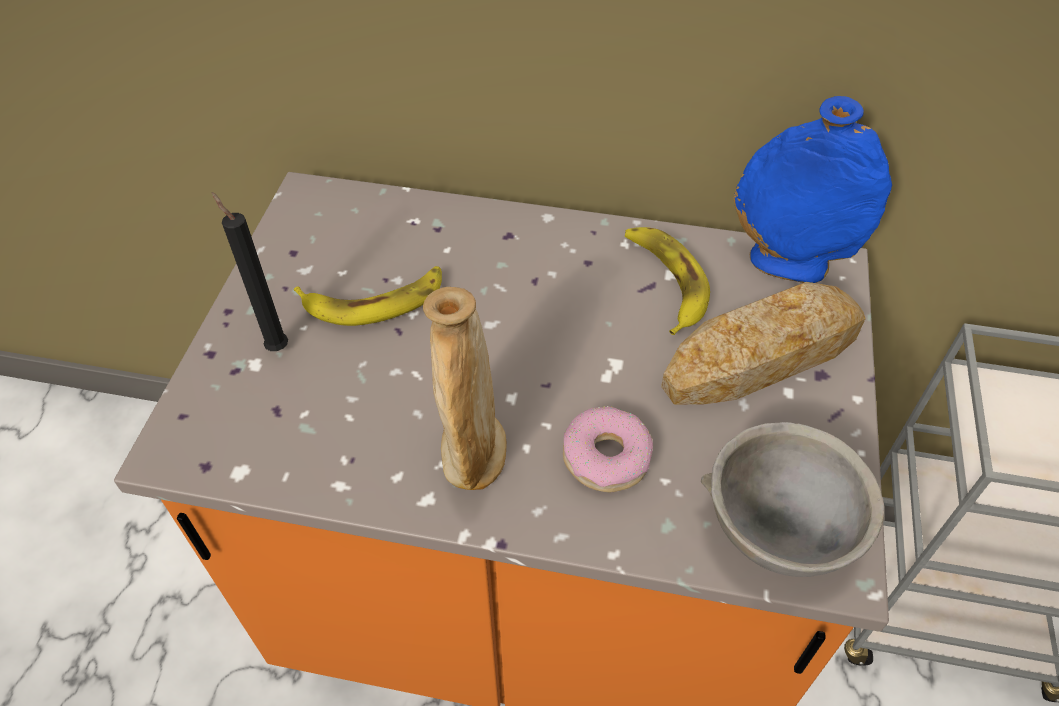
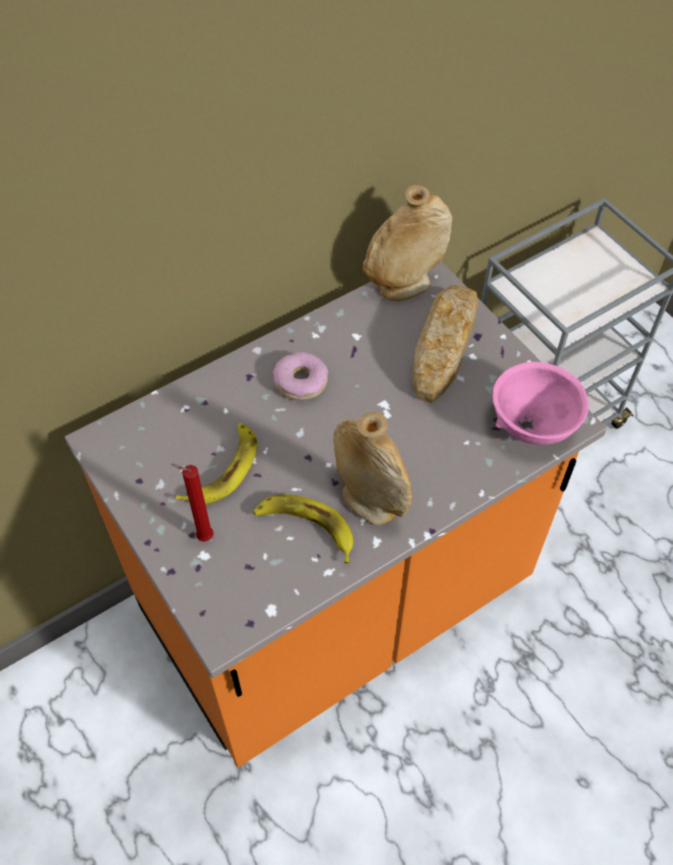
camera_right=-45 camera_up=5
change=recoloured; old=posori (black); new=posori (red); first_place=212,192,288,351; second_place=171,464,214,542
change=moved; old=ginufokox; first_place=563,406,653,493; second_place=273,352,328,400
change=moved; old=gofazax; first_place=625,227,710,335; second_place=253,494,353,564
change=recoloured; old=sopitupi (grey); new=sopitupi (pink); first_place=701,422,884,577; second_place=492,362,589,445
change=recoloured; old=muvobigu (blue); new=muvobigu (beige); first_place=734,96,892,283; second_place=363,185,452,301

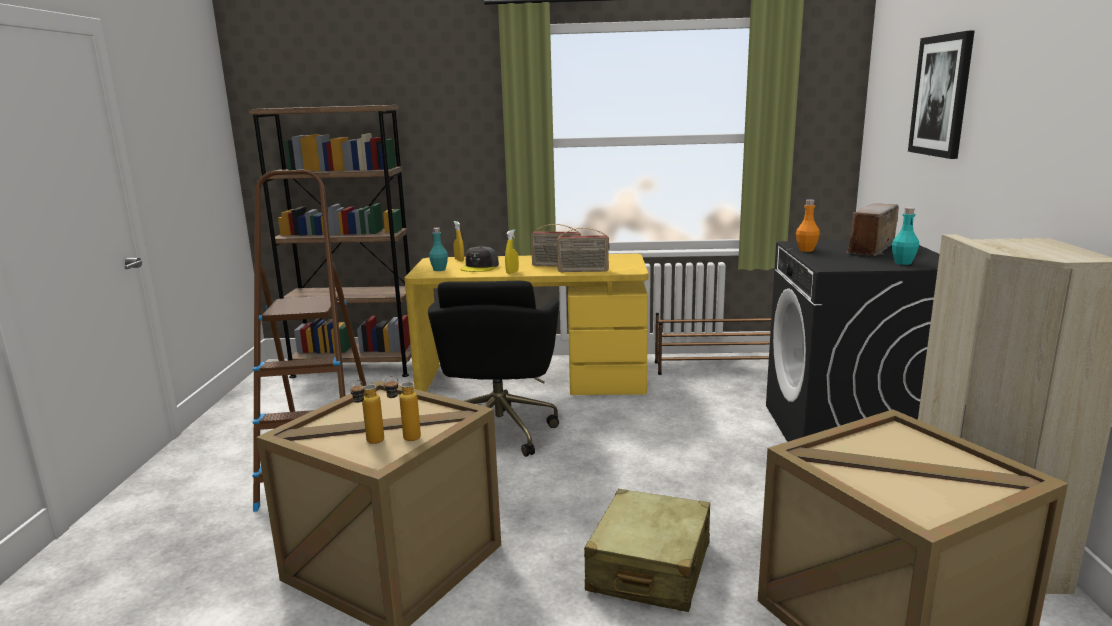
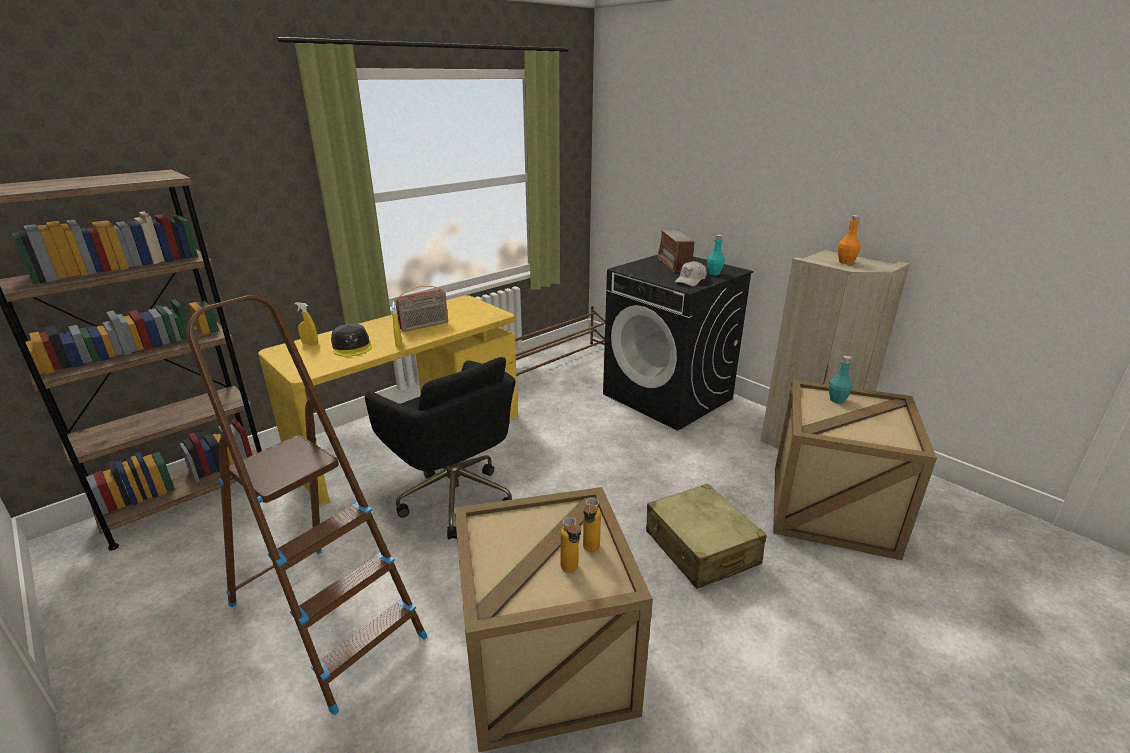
camera_right=-45 camera_up=10
change=moved; old=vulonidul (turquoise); first_place=429,228,448,271; second_place=829,356,852,403
change=removed; old=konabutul; first_place=557,228,609,272
change=moved; old=vulonidul (orange); first_place=796,199,820,252; second_place=838,215,861,264
change=removed; old=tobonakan; first_place=908,30,975,159
change=added; new=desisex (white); second_place=675,261,707,286

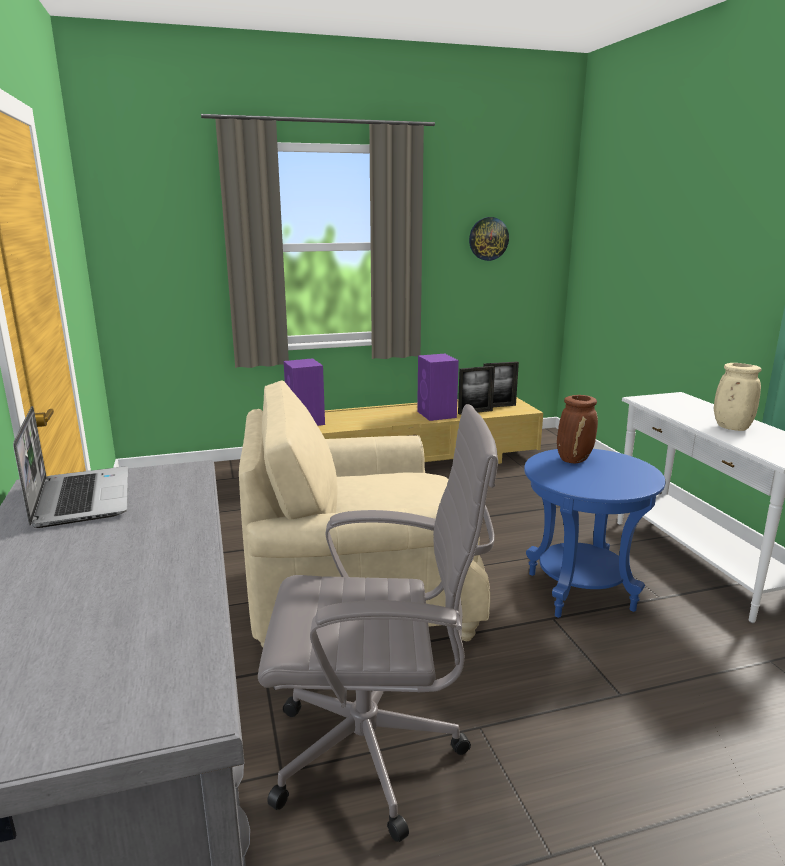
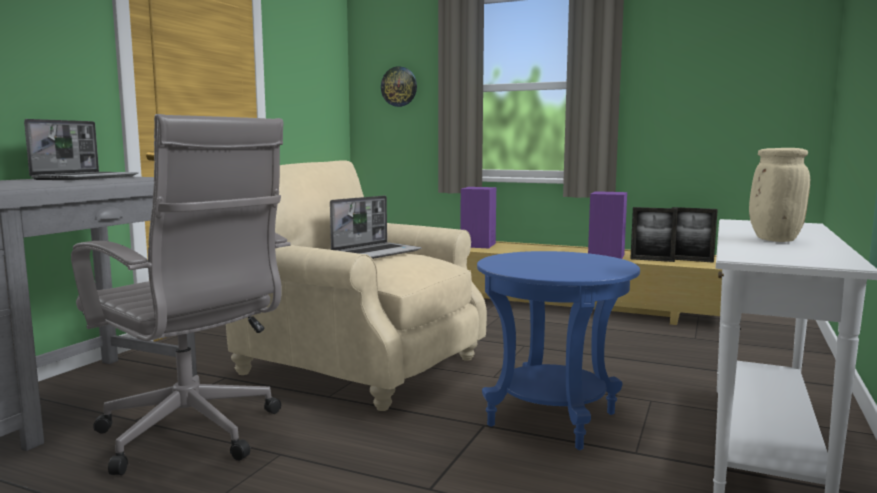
camera_right=40 camera_up=-10
change=moved; old=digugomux; first_place=469,217,509,261; second_place=381,66,417,107
change=removed; old=muvobigu (brown); first_place=557,395,598,463
change=added; new=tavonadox; second_place=330,195,422,259

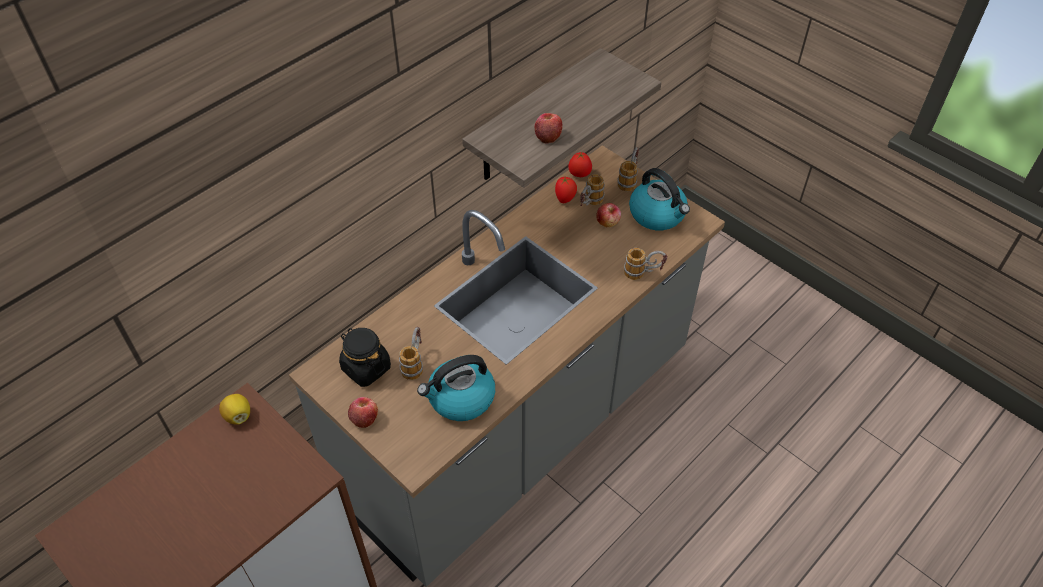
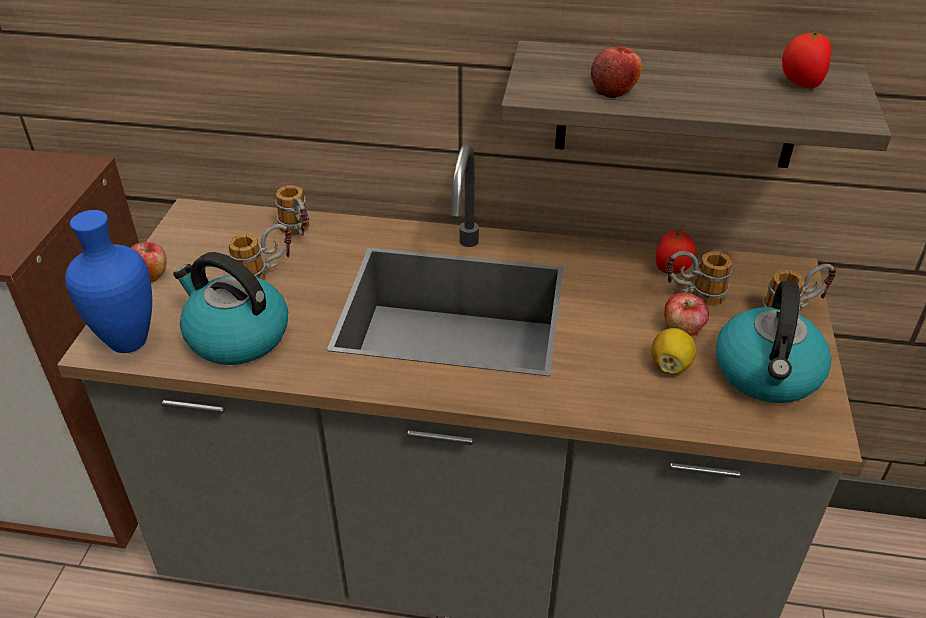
camera_right=55 camera_up=-10
change=moved; old=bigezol; first_place=219,394,250,425; second_place=651,328,696,374
change=removed; old=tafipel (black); first_place=339,328,391,387
change=moved; old=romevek; first_place=568,152,592,177; second_place=782,31,831,88
change=moved; old=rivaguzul; first_place=624,248,667,280; second_place=276,185,309,236
change=added; new=muvobigu (blue); second_place=65,210,152,353

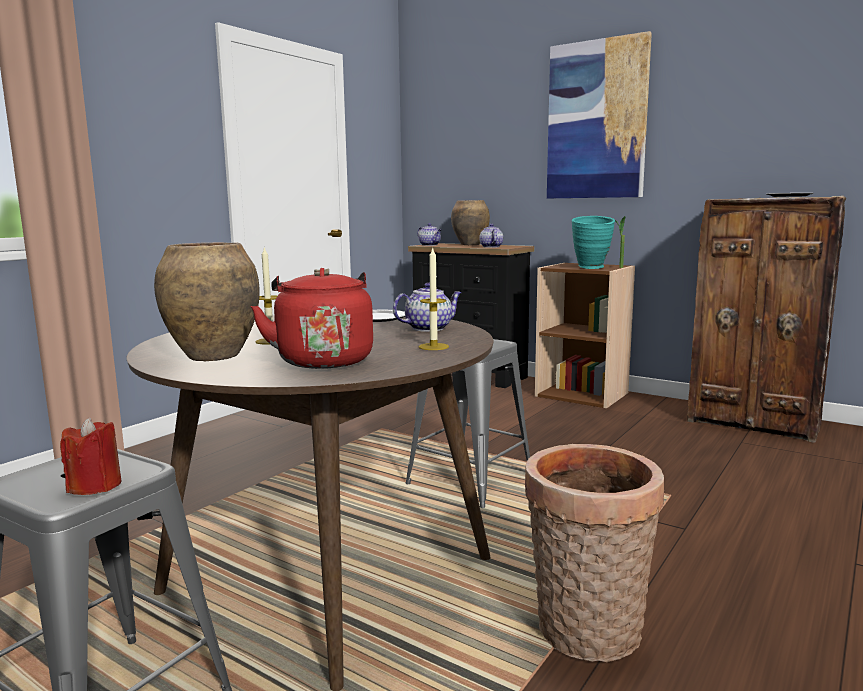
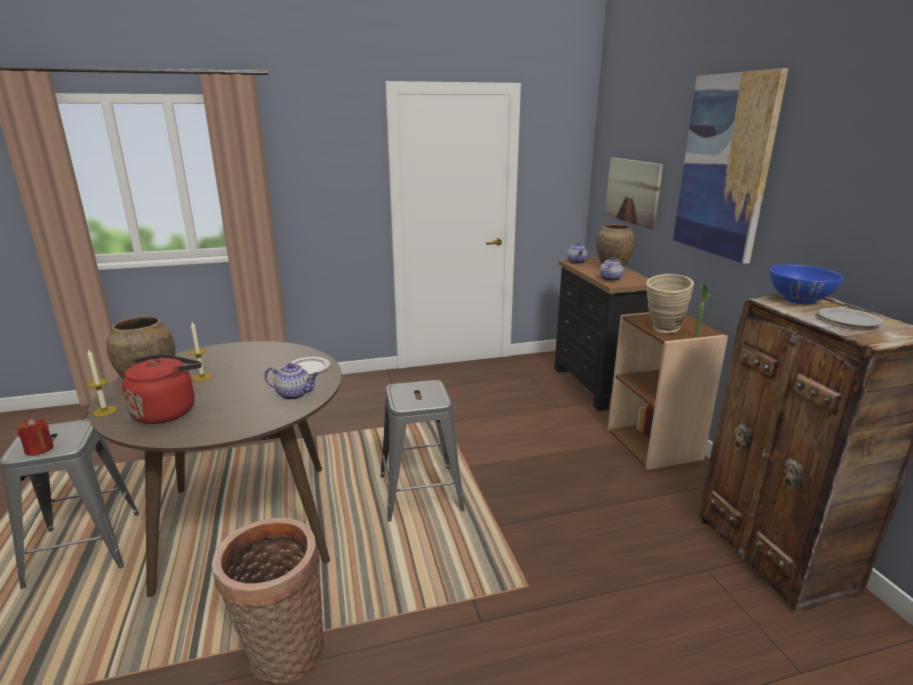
camera_right=40 camera_up=10
change=moved; old=posori; first_place=418,247,449,350; second_place=87,349,117,417
change=recoloured; old=muvobigu (turquoise); new=muvobigu (beige); first_place=572,216,615,269; second_place=646,274,694,333
change=added; new=tobonakan; second_place=605,157,663,230
change=added; new=sopitupi (blue); second_place=769,265,844,304

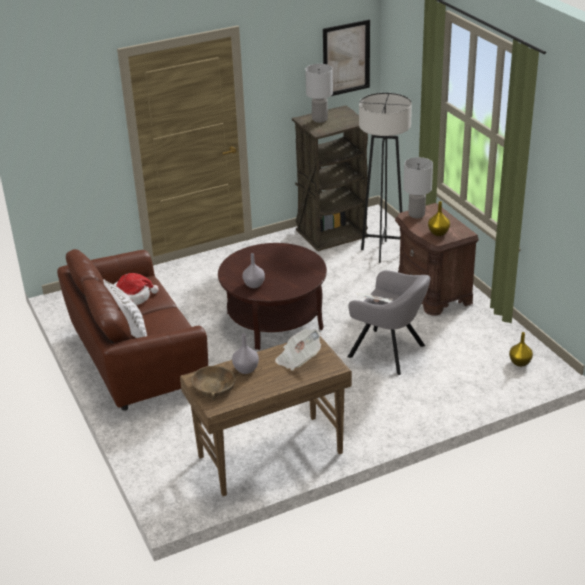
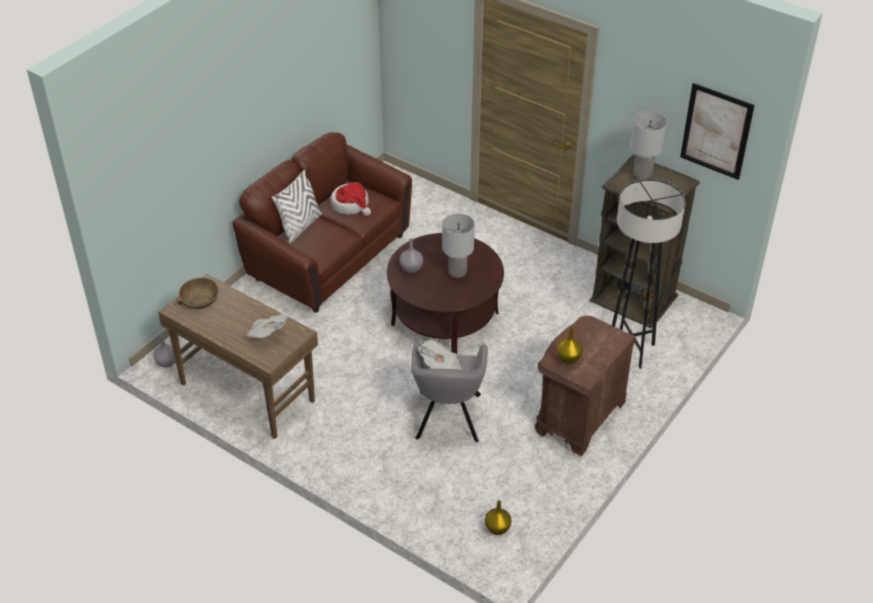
camera_right=60 camera_up=10
change=moved; old=muvobigu (grey); first_place=232,333,259,374; second_place=153,335,176,368
change=moved; old=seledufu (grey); first_place=404,157,433,218; second_place=442,213,475,278

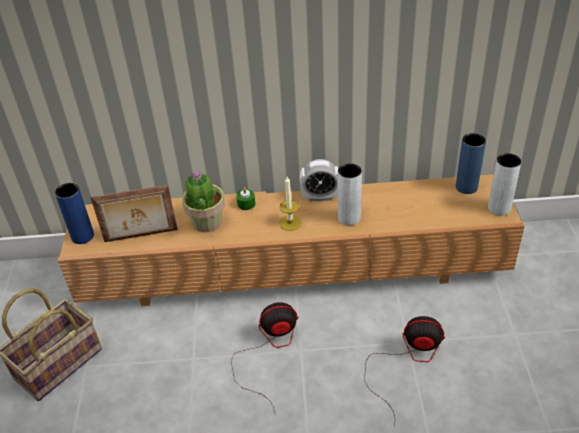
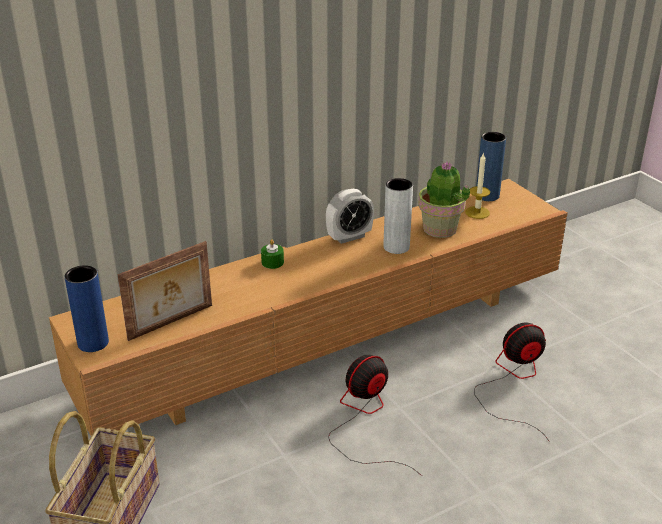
camera_right=-30 camera_up=-10
change=moved; old=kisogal; first_place=182,171,225,232; second_place=418,162,470,238
change=moved; old=posori; first_place=279,177,302,231; second_place=465,152,490,219
change=removed; old=muvobigu (grey); first_place=488,153,521,216

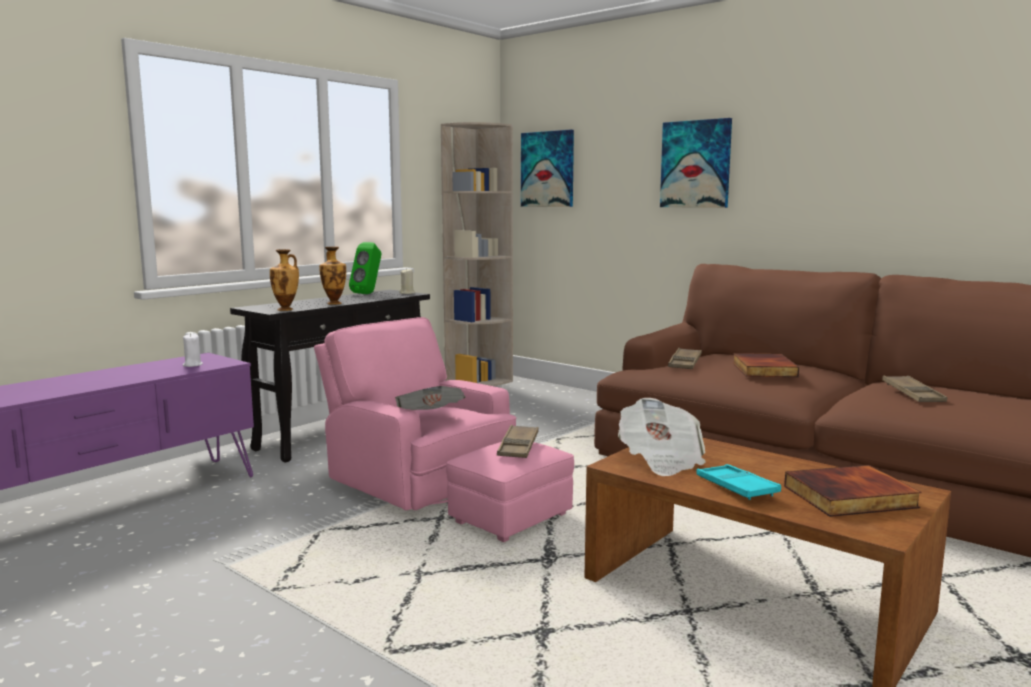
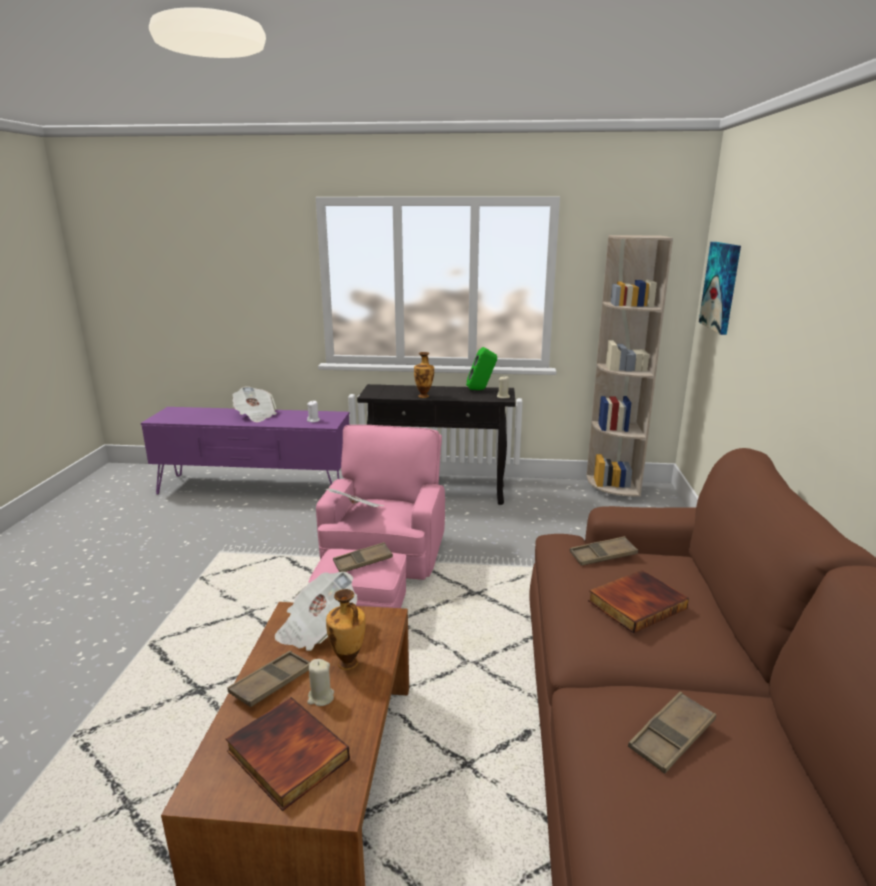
camera_right=55 camera_up=10
change=moved; old=muvobigu; first_place=270,249,299,311; second_place=326,589,366,670
change=removed; old=tobonakan; first_place=660,118,732,208
change=recoloured; old=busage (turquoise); new=busage (brown); first_place=696,464,781,500; second_place=227,651,310,707
change=added; new=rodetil; second_place=232,386,277,422
change=added; new=posori (beige); second_place=307,659,334,706

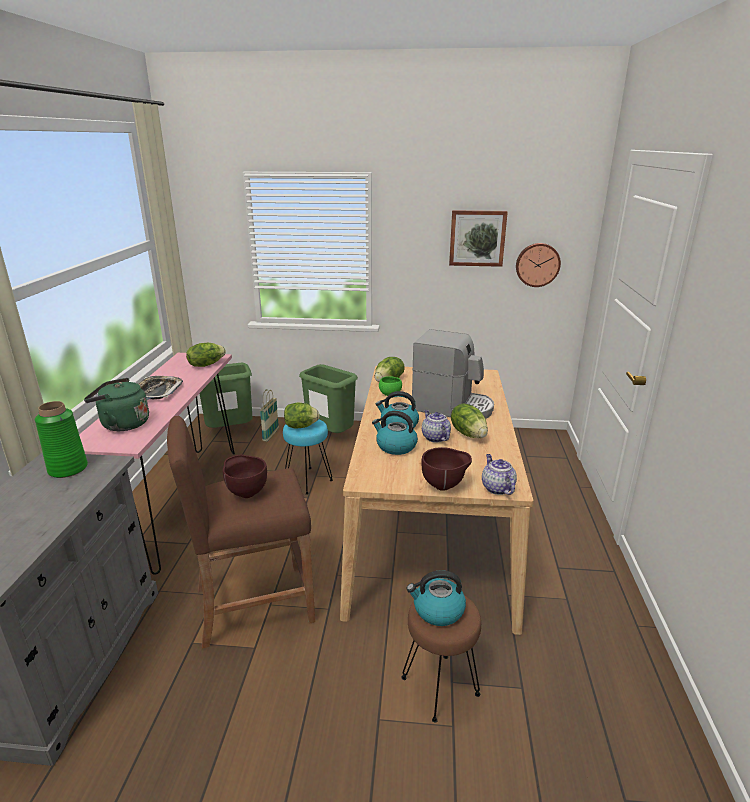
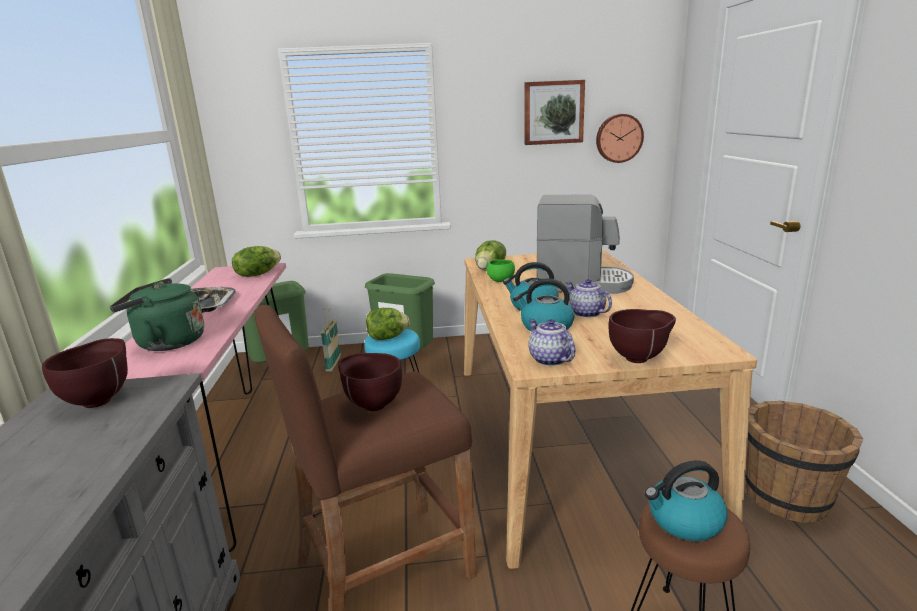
camera_right=-10 camera_up=-5
change=replaced; old=muvobigu (green); new=sopitupi (brown); first_place=35,401,88,478; second_place=42,338,128,408
change=removed; old=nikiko; first_place=451,403,488,438
change=moved; old=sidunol; first_place=482,454,517,495; second_place=528,319,575,366
change=added; new=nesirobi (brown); second_place=745,401,863,523

